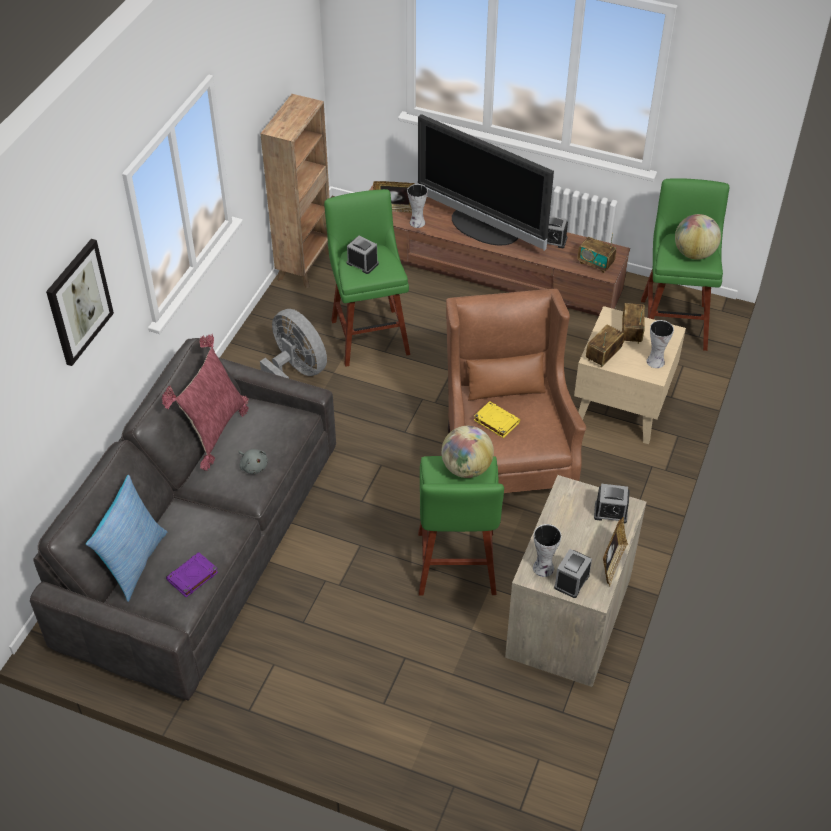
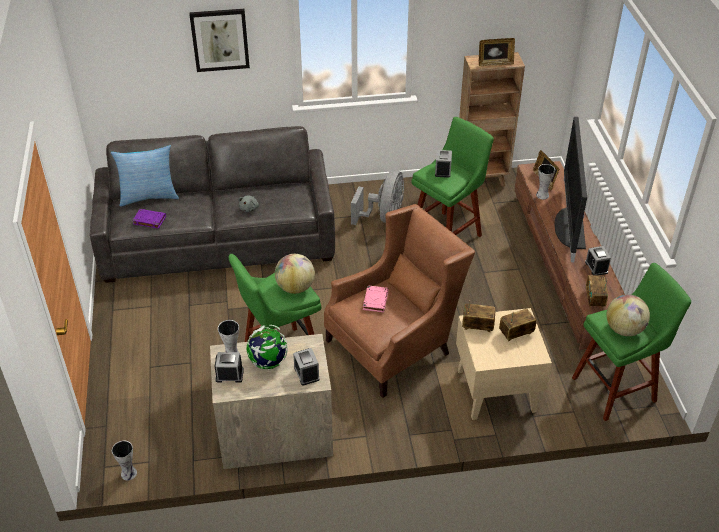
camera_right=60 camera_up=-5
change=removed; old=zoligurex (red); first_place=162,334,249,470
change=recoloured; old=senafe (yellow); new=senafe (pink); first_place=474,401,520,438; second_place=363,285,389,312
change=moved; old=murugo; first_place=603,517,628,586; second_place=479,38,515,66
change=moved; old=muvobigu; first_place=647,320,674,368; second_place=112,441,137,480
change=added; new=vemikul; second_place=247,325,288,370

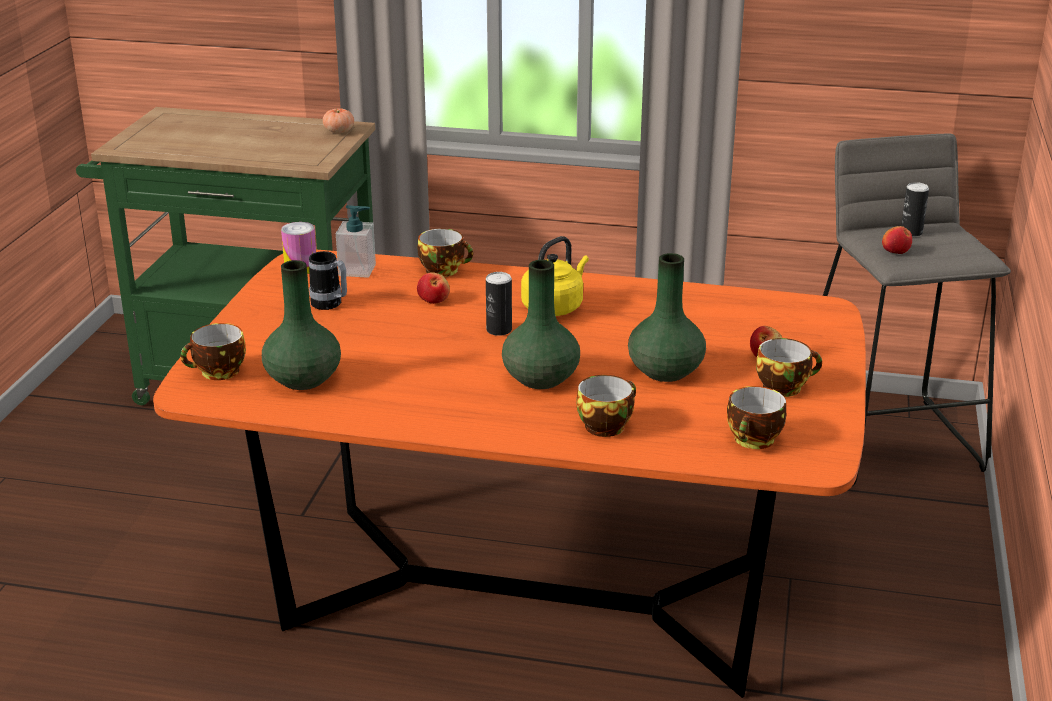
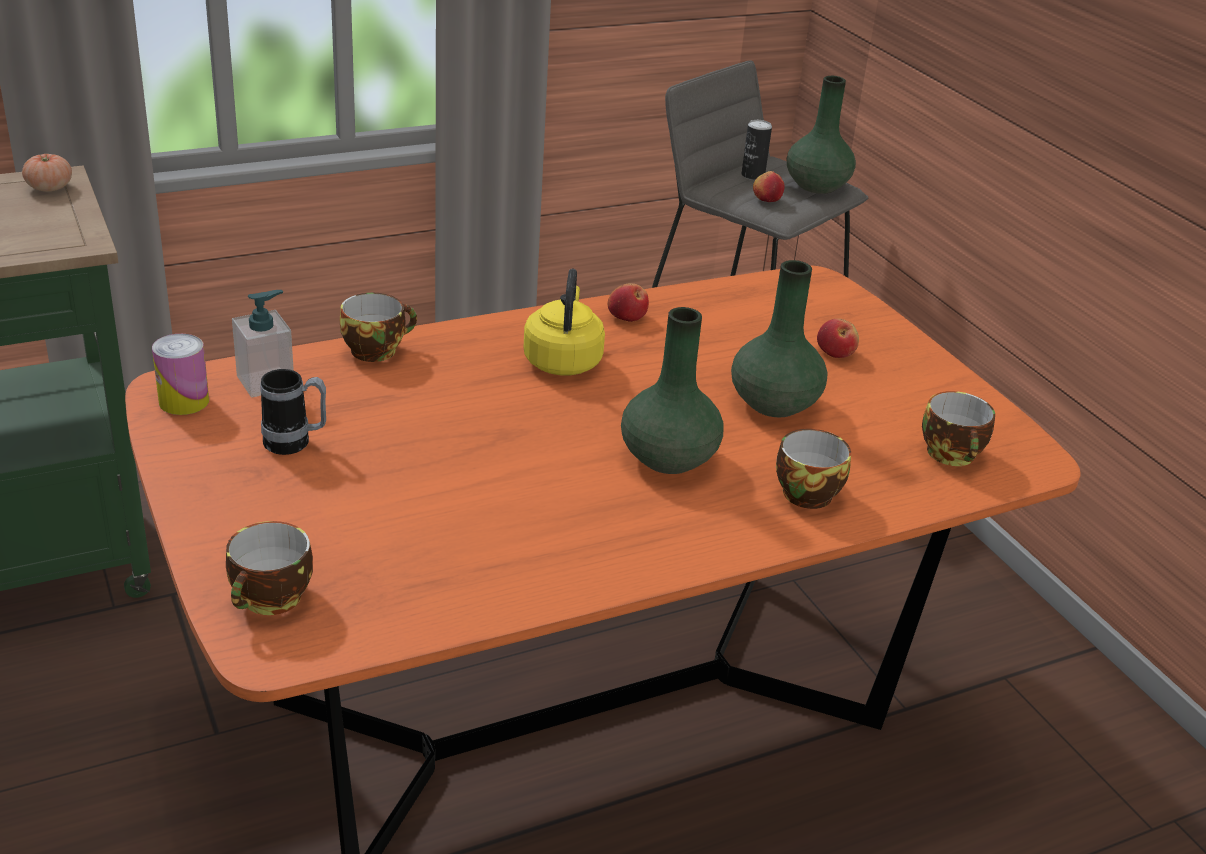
camera_right=-40 camera_up=5
change=moved; old=muvobigu (green); first_place=262,260,341,390; second_place=787,76,856,194
change=moved; old=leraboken; first_place=417,272,450,304; second_place=608,283,649,322
change=removed; old=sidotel; first_place=486,272,512,336
change=removed; old=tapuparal; first_place=756,338,822,397

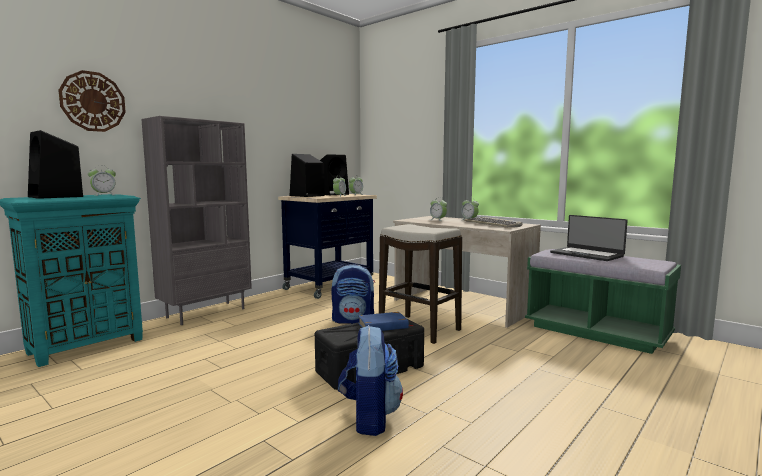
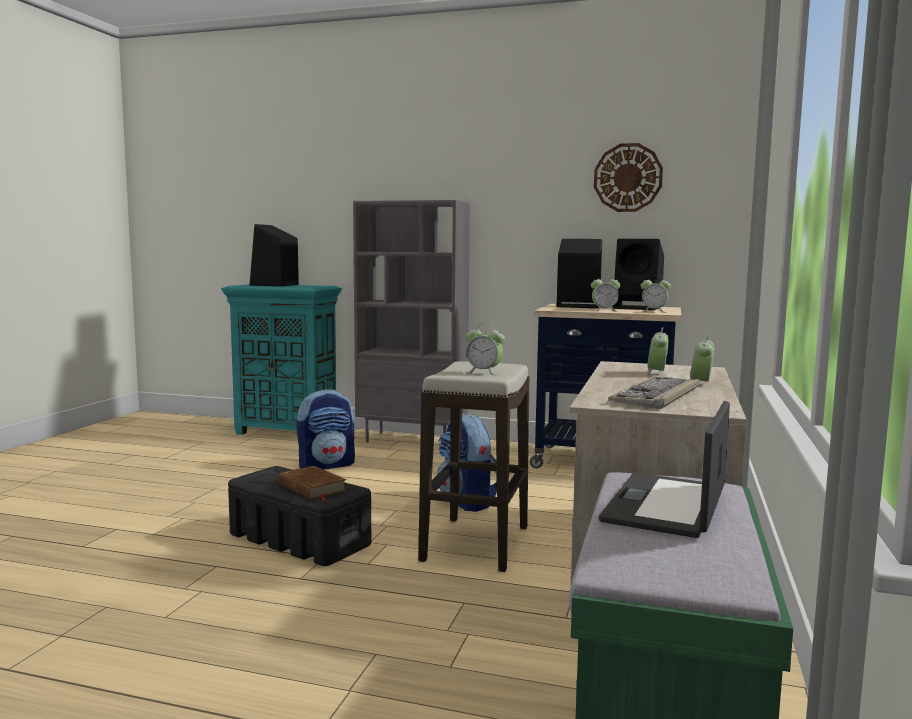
camera_right=65 camera_up=0
change=moved; old=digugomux; first_place=58,70,126,132; second_place=594,143,663,212
change=moved; old=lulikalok; first_place=88,165,116,196; second_place=466,324,505,375
change=moved; old=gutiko; first_place=338,325,403,436; second_place=296,390,355,470
change=recoloured; old=senafe (blue); new=senafe (brown); first_place=358,312,413,331; second_place=278,466,347,500

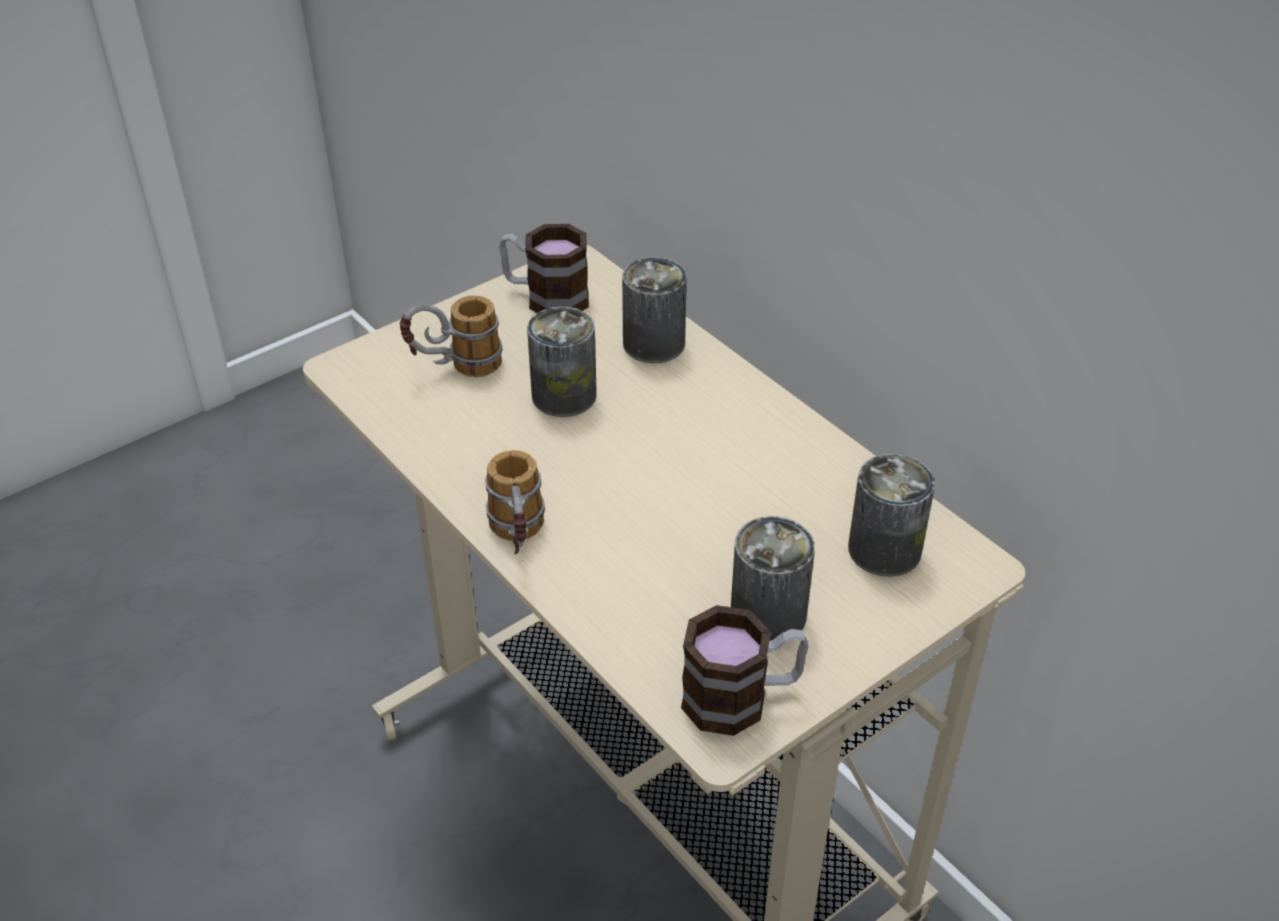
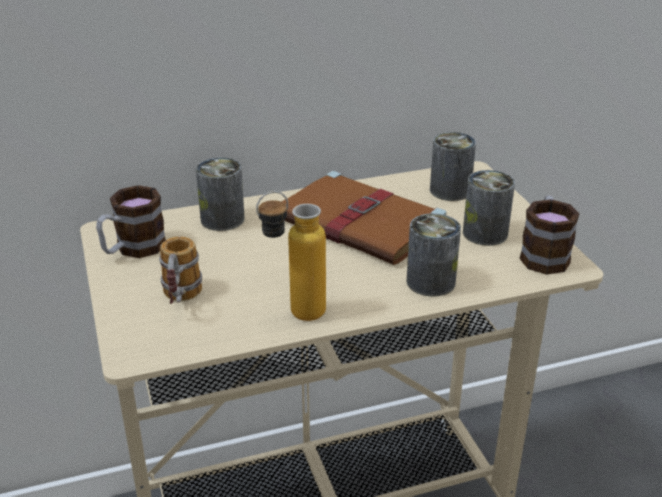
camera_right=-70 camera_up=-10
change=removed; old=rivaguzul; first_place=485,450,545,554
change=moved; old=sidotel; first_place=527,307,597,417; second_place=406,213,461,297
change=added; new=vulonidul; second_place=256,191,326,321
change=added; new=senafe (brown); second_place=282,171,446,265

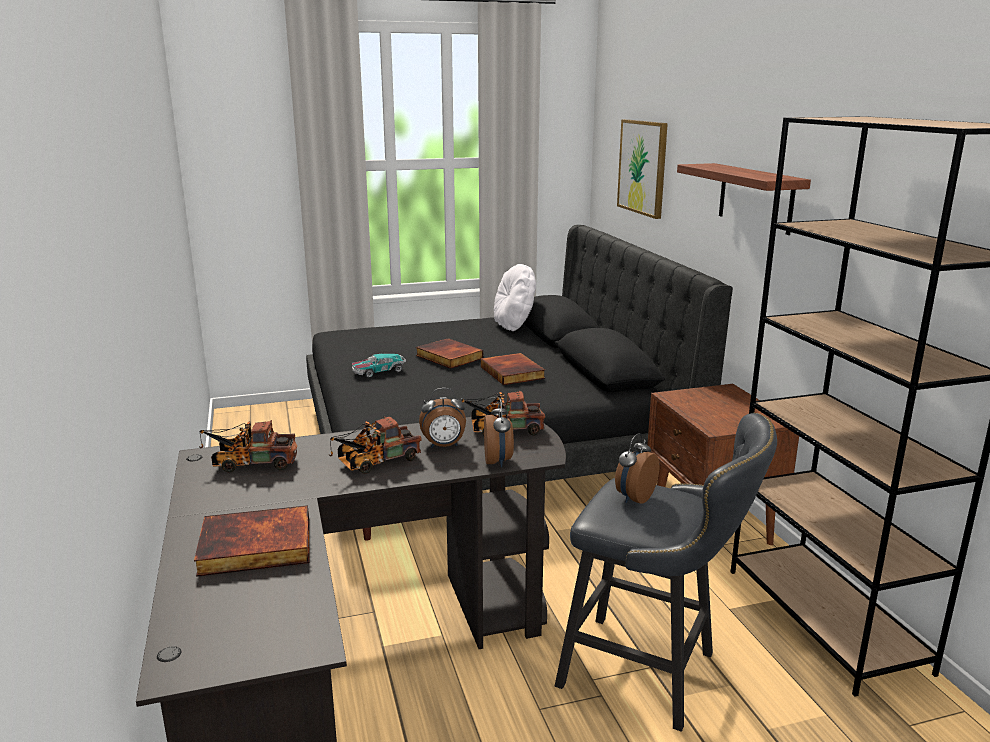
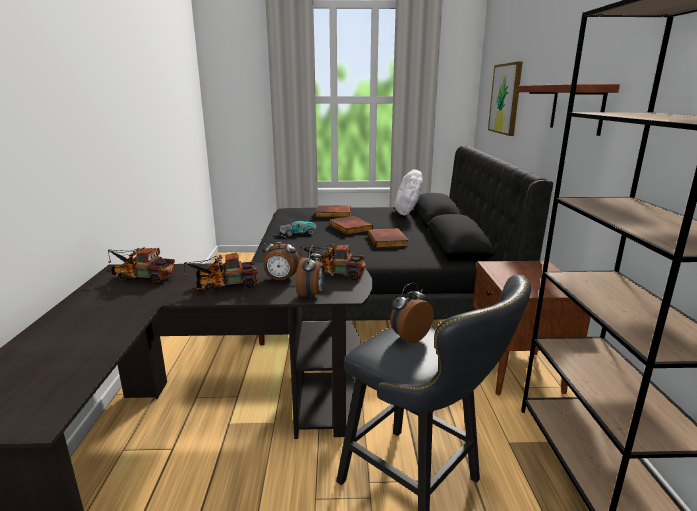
camera_right=15 camera_up=0
change=moved; old=senafe; first_place=194,505,309,577; second_place=315,205,351,218

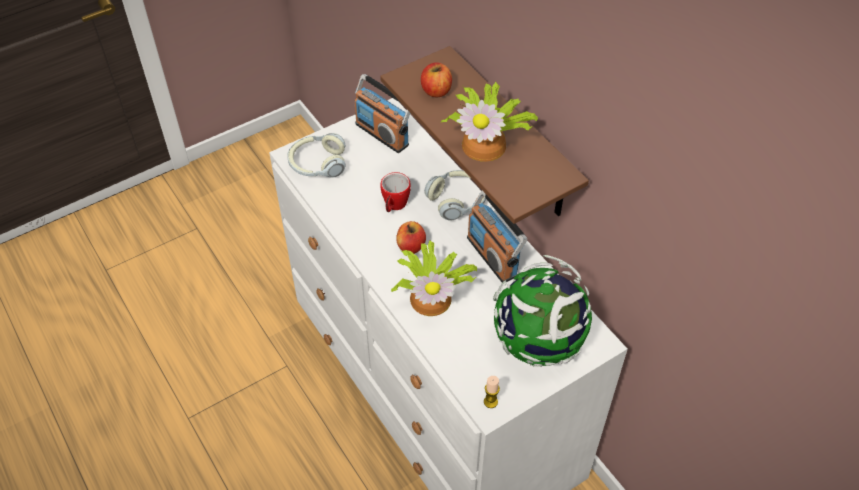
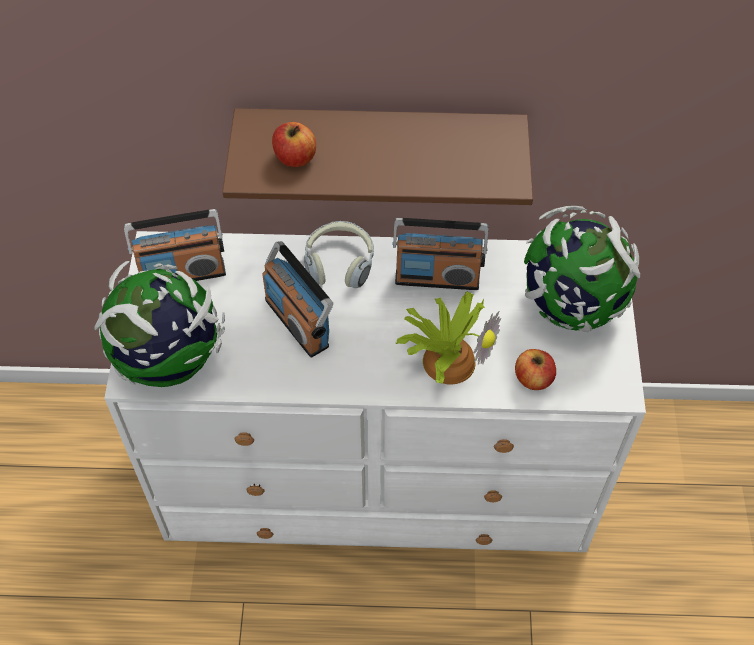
camera_right=-55 camera_up=5
change=replaced; old=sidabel; new=vemikul; first_place=287,133,346,178; second_place=94,261,225,387
change=replaced; old=rivaguzul; new=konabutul; first_place=380,172,411,212; second_place=262,241,333,357
change=moved; old=leraboken; first_place=396,221,426,254; second_place=515,349,556,390
change=removed; old=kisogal; first_place=441,82,538,162
change=removed; old=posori; first_place=484,376,500,408

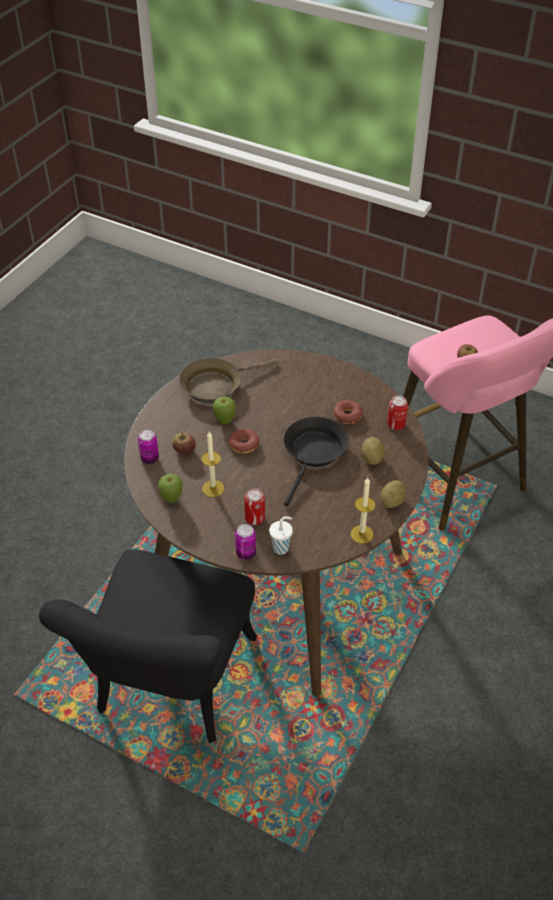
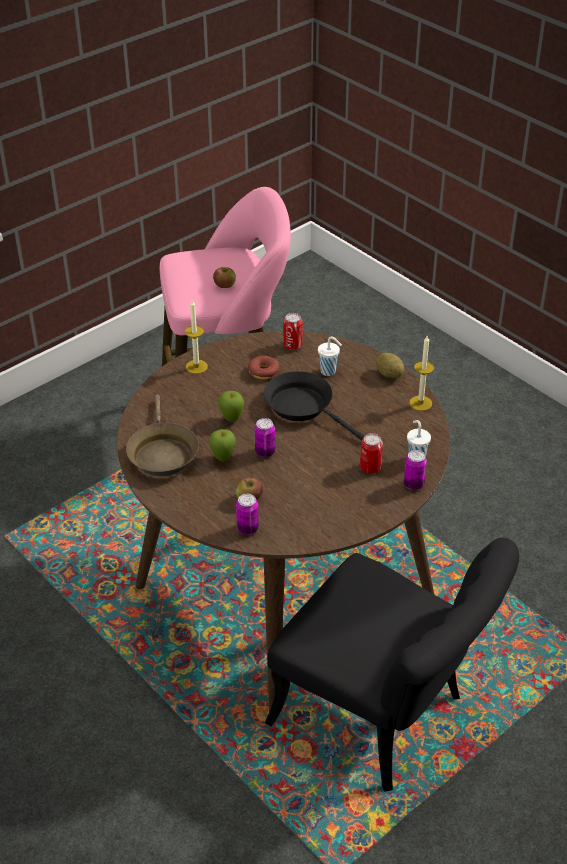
camera_right=-70 camera_up=-5
change=moved; old=leraboken; first_place=158,474,183,503; second_place=218,391,244,422
change=moved; old=posori; first_place=201,432,224,497; second_place=185,300,208,374
change=replaced; old=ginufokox; new=sidotel; first_place=228,429,259,454; second_place=254,418,275,457
change=replaced; old=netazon; new=tapuparal (white); first_place=361,437,385,465; second_place=318,336,342,376

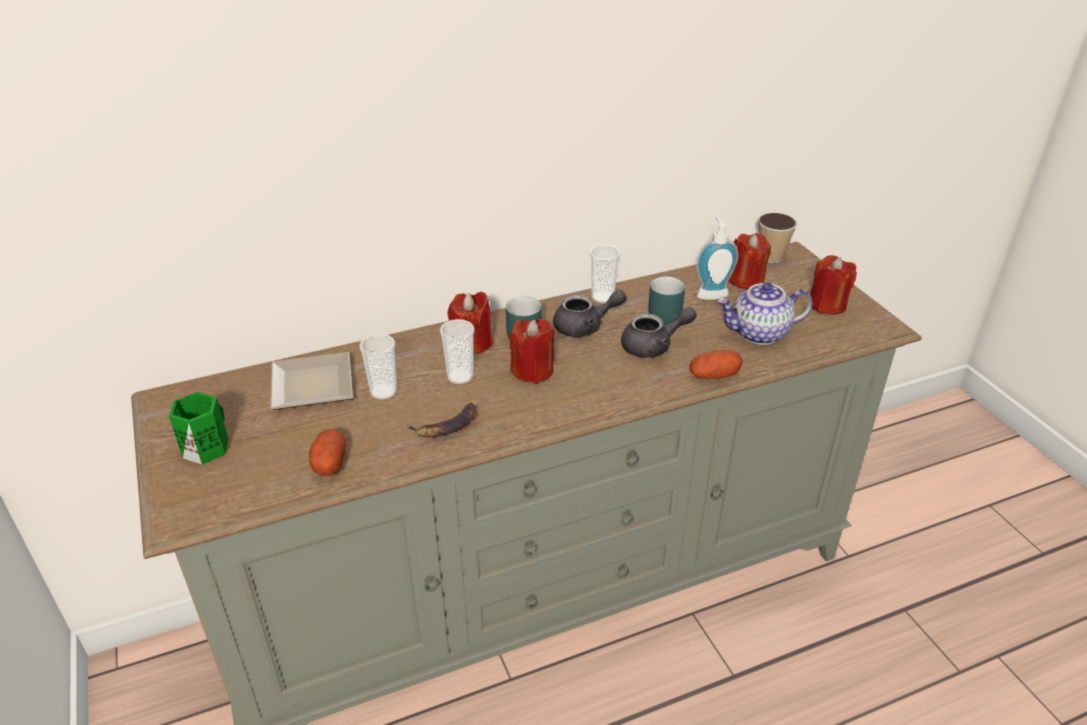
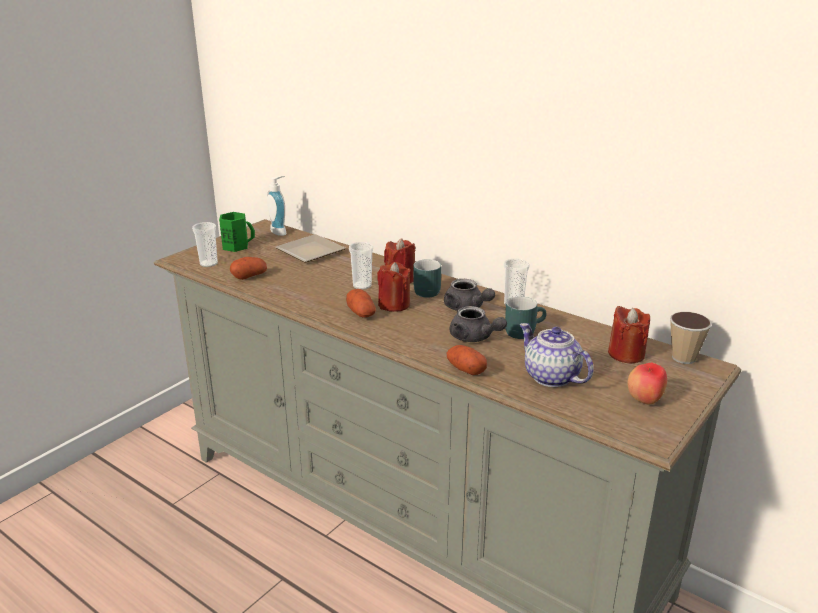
camera_right=60 camera_up=-10
change=moved; old=tapuparal; first_place=359,334,397,400; second_place=192,222,218,267
change=removed; old=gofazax; first_place=407,403,477,438
change=moved; old=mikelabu; first_place=696,217,738,300; second_place=267,176,286,236
change=replaced; old=posori (red); new=leraboken; first_place=808,255,857,315; second_place=627,363,667,404
change=added; new=netazon; second_place=346,289,376,318

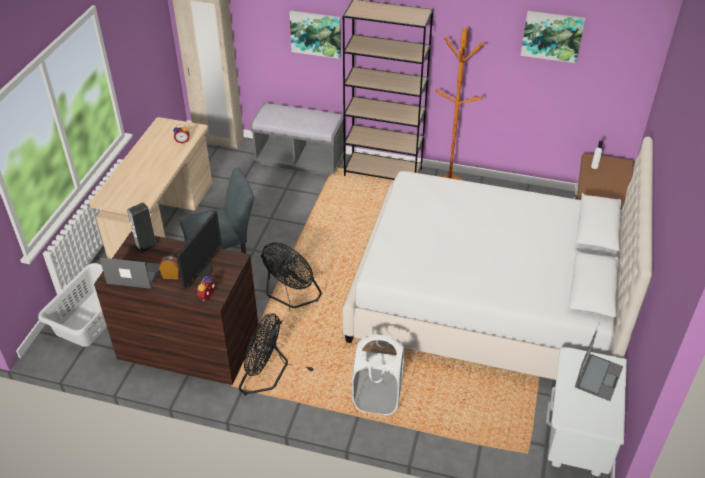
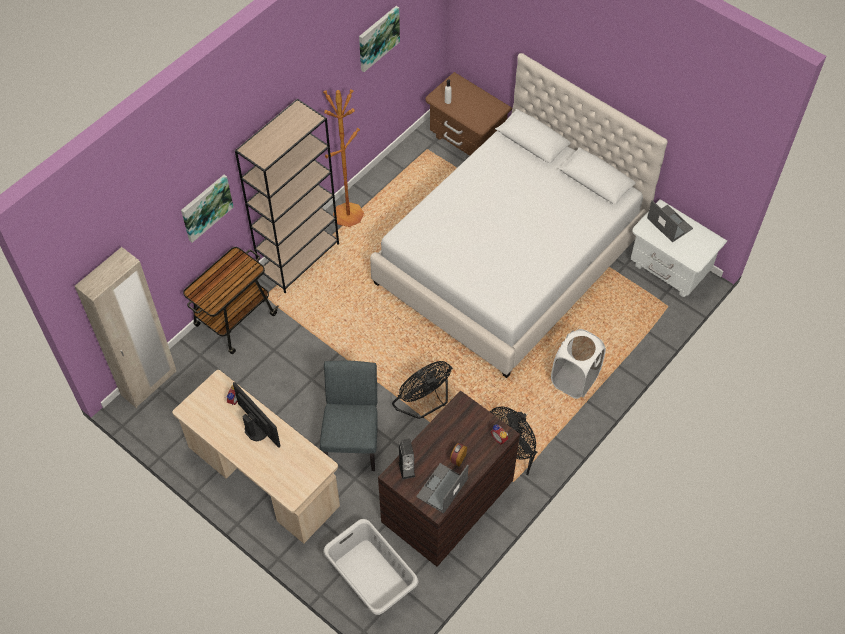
camera_right=-65 camera_up=15
change=moved; old=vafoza; first_place=176,210,222,290; second_place=233,382,281,448
change=replaced; old=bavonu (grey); new=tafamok; first_place=250,102,344,176; second_place=183,247,279,354

